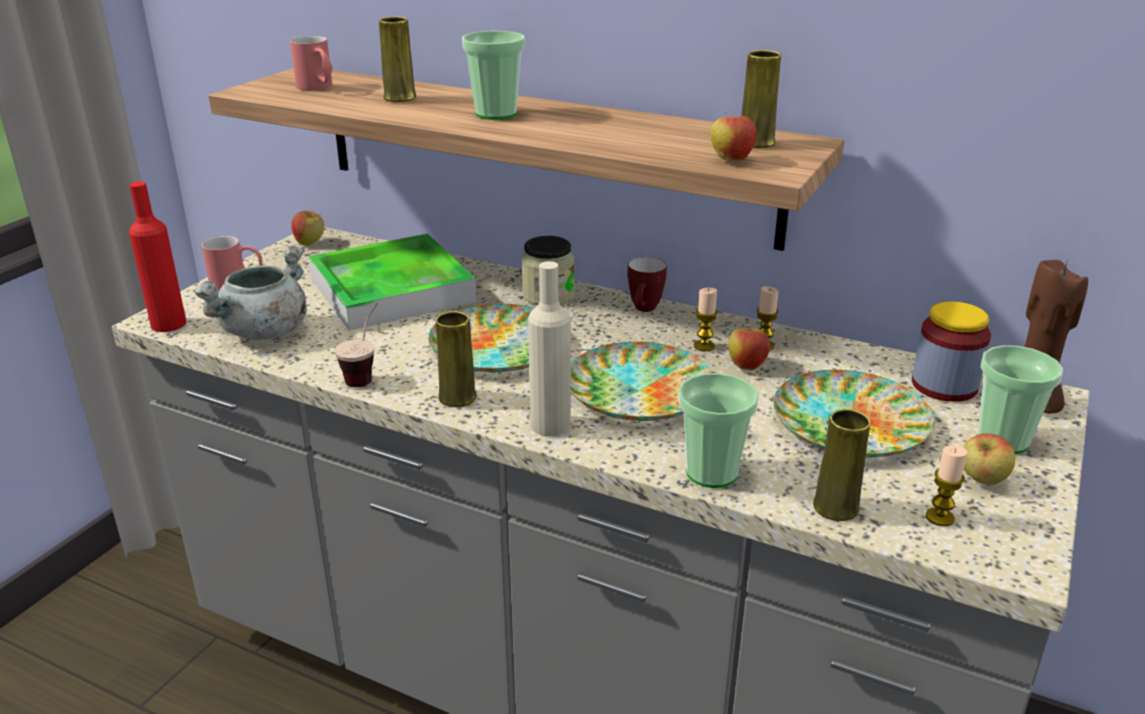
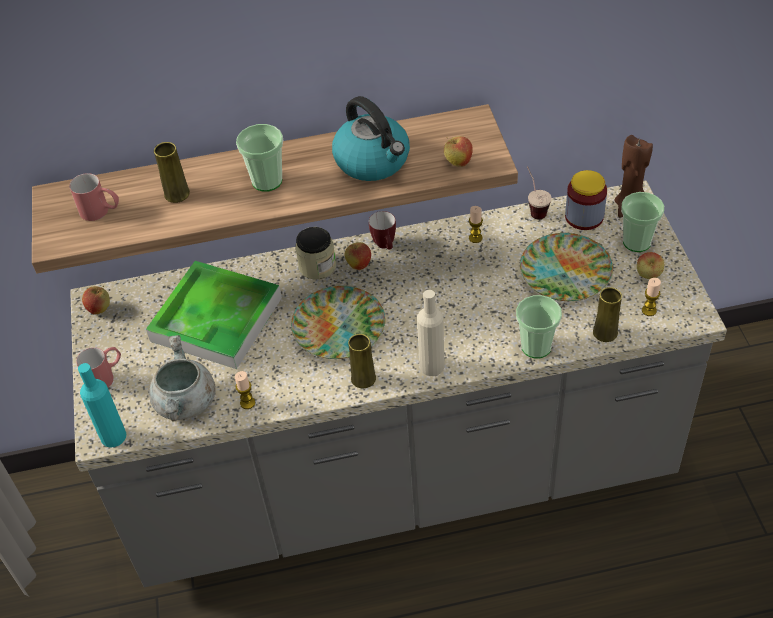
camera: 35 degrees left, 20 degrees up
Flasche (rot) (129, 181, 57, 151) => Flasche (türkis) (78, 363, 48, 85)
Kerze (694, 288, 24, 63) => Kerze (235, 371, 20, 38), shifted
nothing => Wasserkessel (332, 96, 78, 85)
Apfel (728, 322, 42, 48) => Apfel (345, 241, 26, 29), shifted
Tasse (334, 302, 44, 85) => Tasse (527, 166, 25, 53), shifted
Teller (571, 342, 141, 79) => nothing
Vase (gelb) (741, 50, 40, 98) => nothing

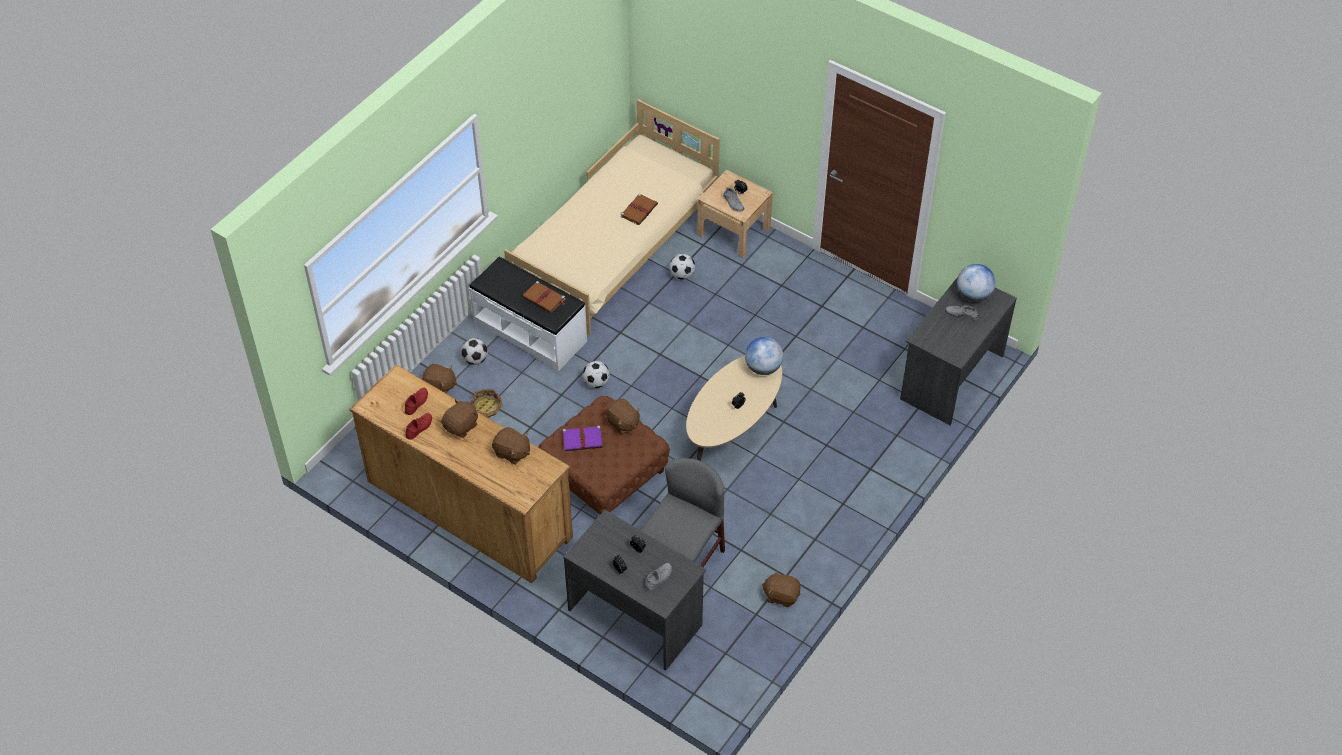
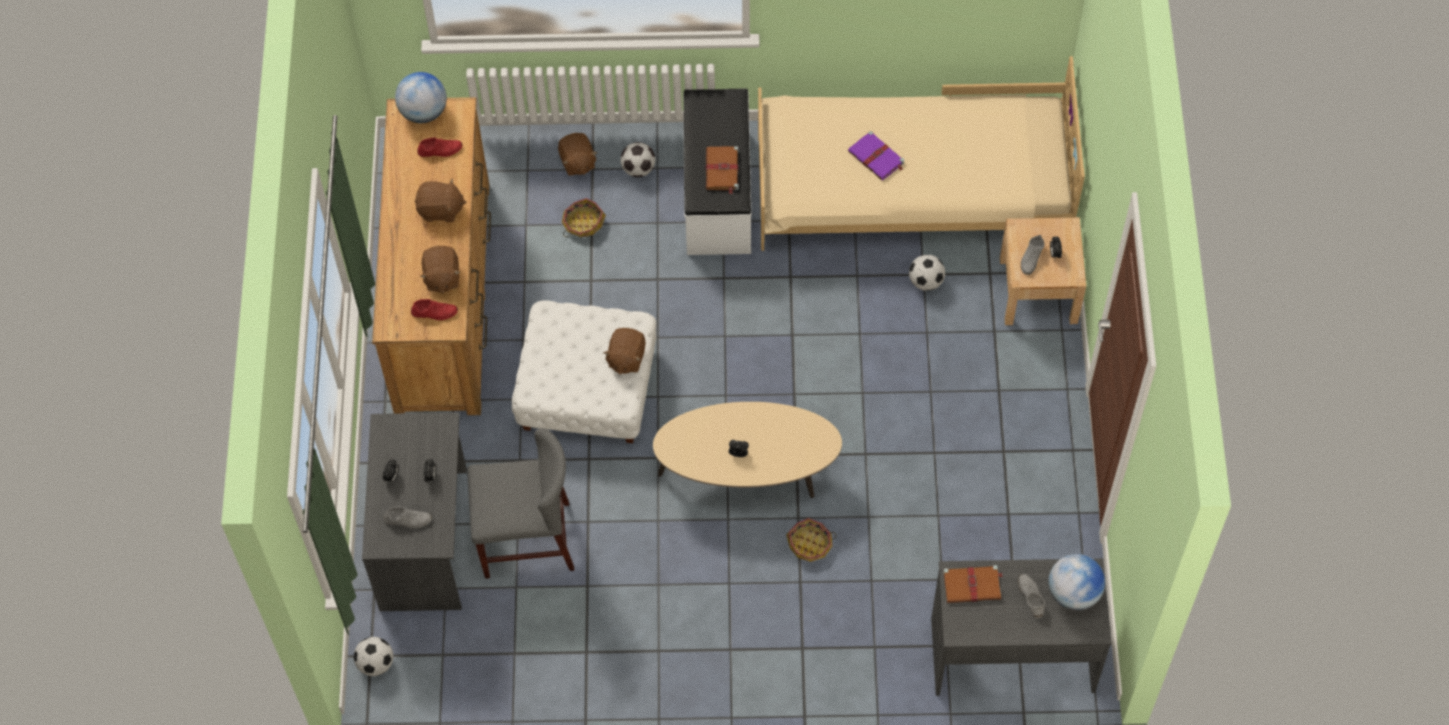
camera: 55 degrees right, 10 degrees up
Fußball (583, 361, 27, 27) => Fußball (354, 637, 39, 39), shifted
Globus (745, 337, 38, 38) => Globus (395, 72, 52, 51), shifted
Schuh (rot) (406, 413, 26, 27) => Schuh (rot) (411, 299, 47, 21), shifted
Polsterhocker (braun) (538, 396, 132, 118) => Polsterhocker (weiß) (512, 300, 145, 143)
nothing => Korb (786, 518, 51, 44)
Buch (lila) (563, 426, 41, 25) => Buch (lila) (848, 131, 56, 49), shifted
Buch (braun) (620, 193, 38, 32) => Buch (braun) (943, 565, 60, 38), shifted
Plüschtier (braun) (762, 570, 39, 37) => nothing

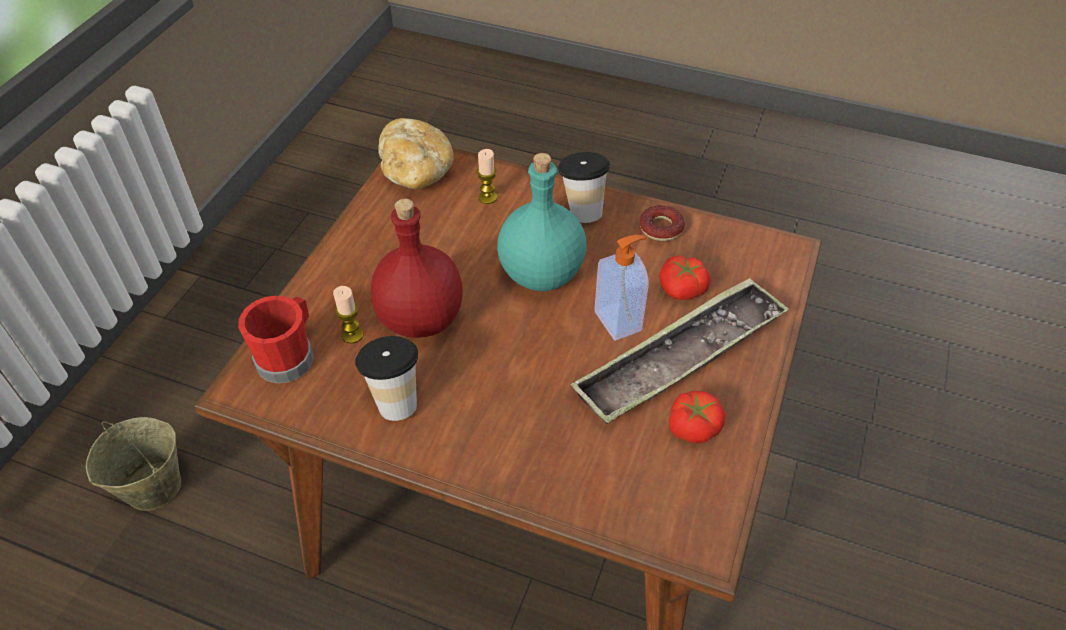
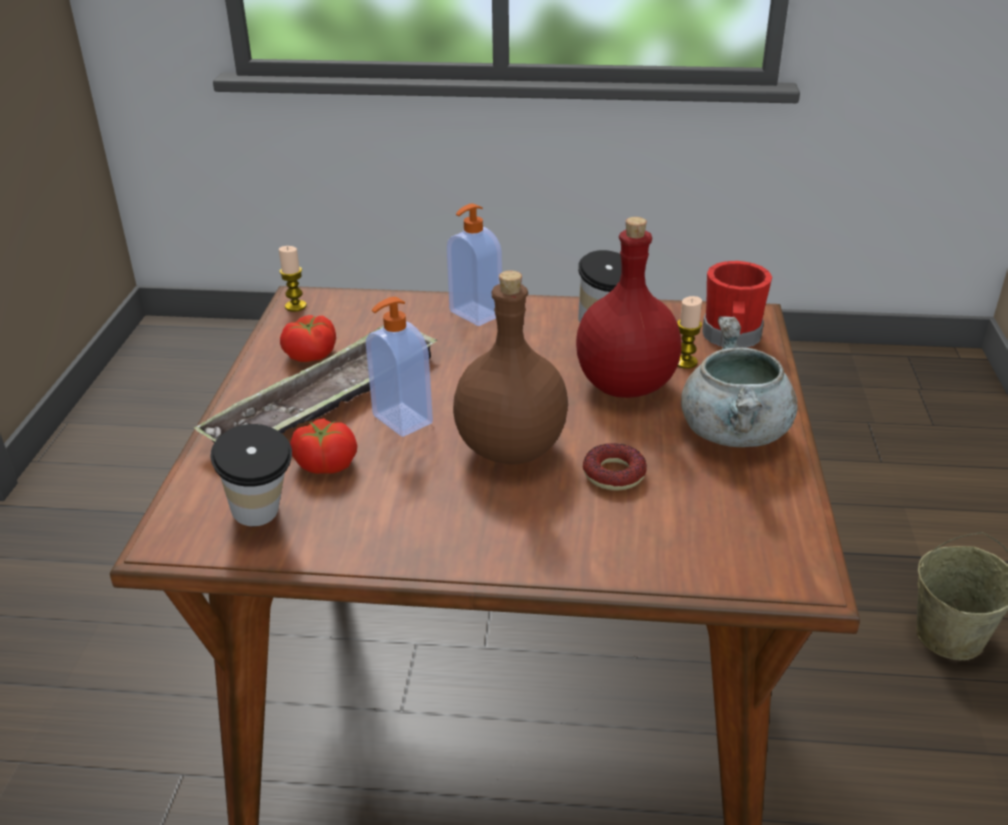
camera: 165 degrees right, 15 degrees down
Tasse (558, 152, 52, 71) => Tasse (210, 424, 82, 102), shifted
Kerze (477, 149, 20, 55) => Kerze (279, 246, 28, 66), shifted
nothing => Seifenspender (447, 204, 55, 122)
Flasche (türkis) (497, 153, 90, 138) => Flasche (braun) (453, 270, 115, 194)
Donut (640, 205, 45, 36) => Donut (583, 443, 64, 48), shifted
nothing => Kochtopf (grau) (681, 316, 116, 131)
Brot (378, 118, 76, 71) => nothing

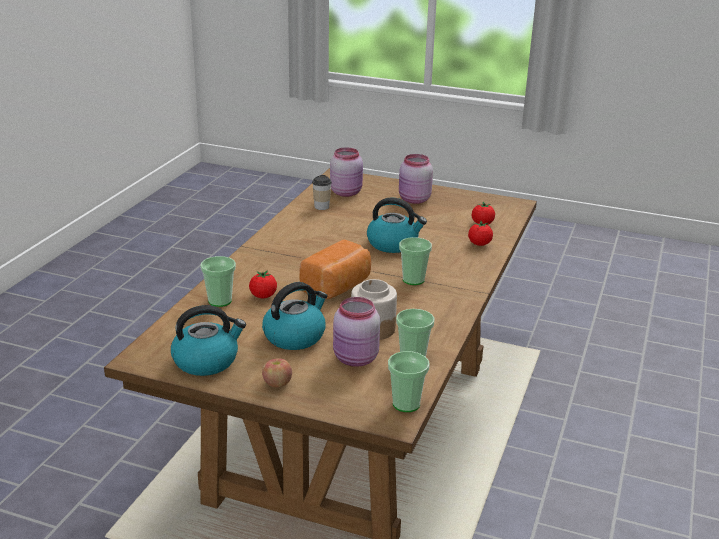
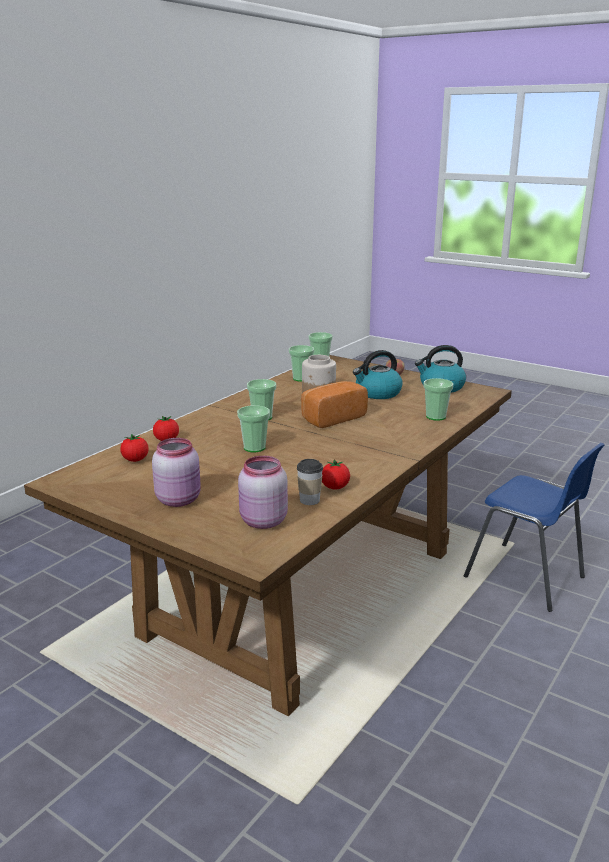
camera: 165 degrees left, 5 degrees down
Wasserkessel (367, 198, 60, 55) => Tasse (237, 405, 33, 47)
Tomate (249, 270, 28, 28) => Tomate (322, 459, 28, 30), shifted
nothing => Stuhl (blau) (464, 443, 141, 169)
Vorratsglas (rosa) (333, 297, 47, 70) => nothing

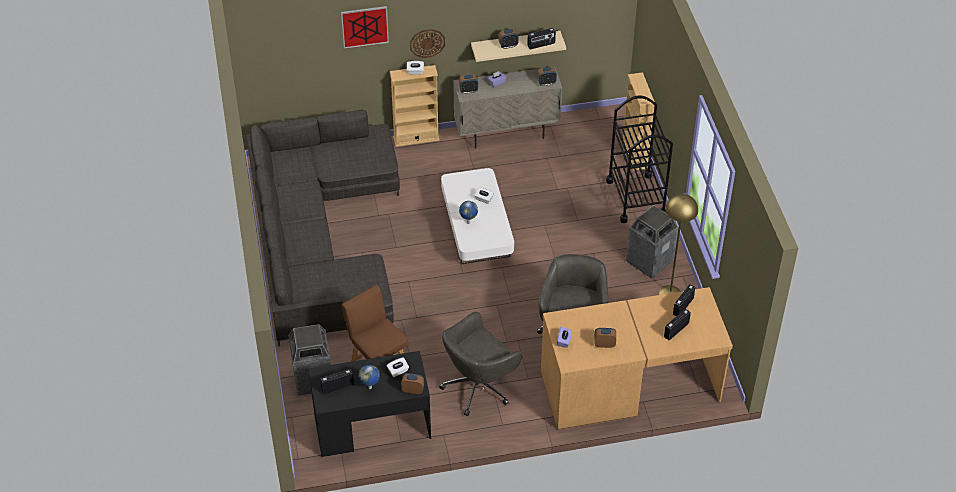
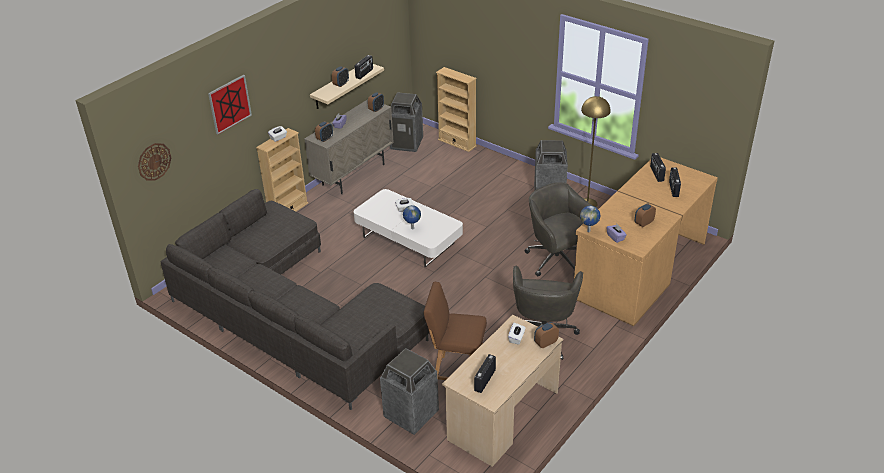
camera: 40 degrees left, 10 degrees down
Wanduhr (410, 29, 35, 29) => Wanduhr (138, 143, 33, 38), shifted
nothing => Mülleimer (390, 92, 33, 60)
Schreibtisch (schwarz) (308, 351, 123, 106) => Schreibtisch (beige) (442, 315, 121, 152)
Globus (358, 365, 22, 24) => Globus (580, 206, 20, 26), shifted
Rollwagen (schwarz) (606, 96, 67, 127) => nothing

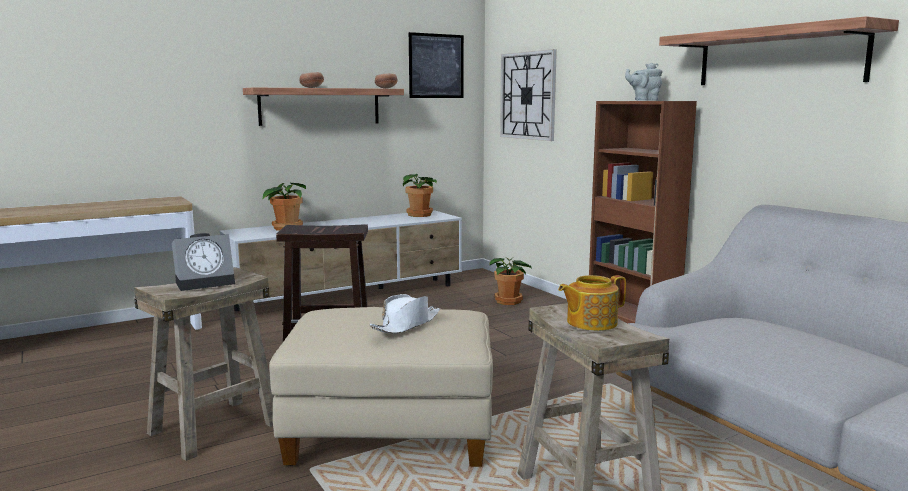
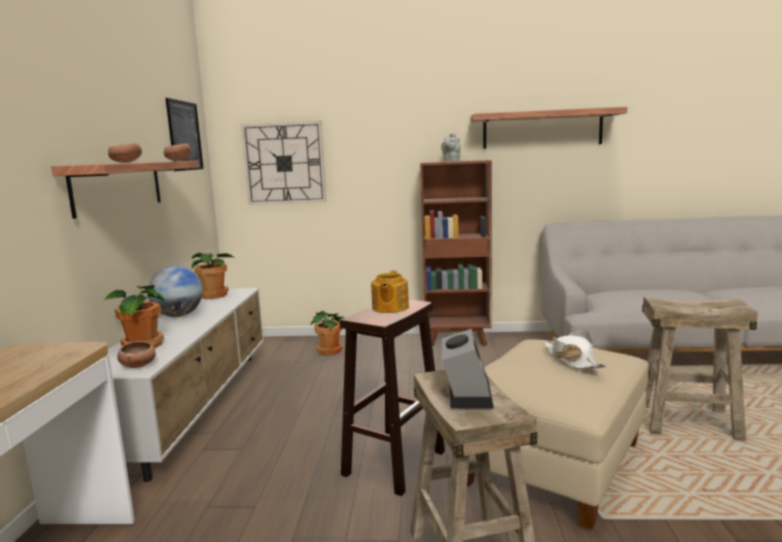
camera: 55 degrees left, 0 degrees up
nothing => Schüssel (118, 341, 38, 27)
nothing => Globus (149, 266, 54, 51)
Teekanne (558, 275, 68, 56) => Teekanne (371, 270, 38, 43), shifted

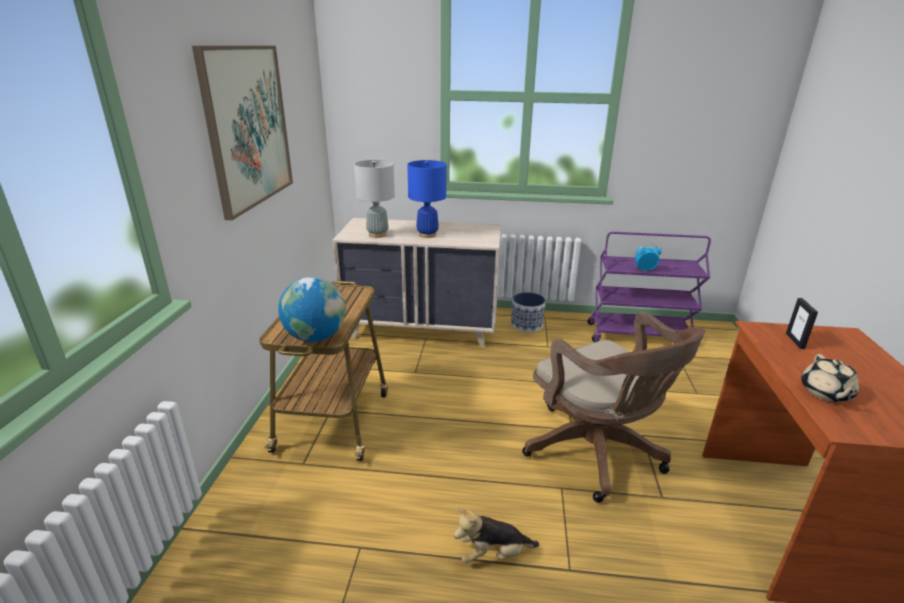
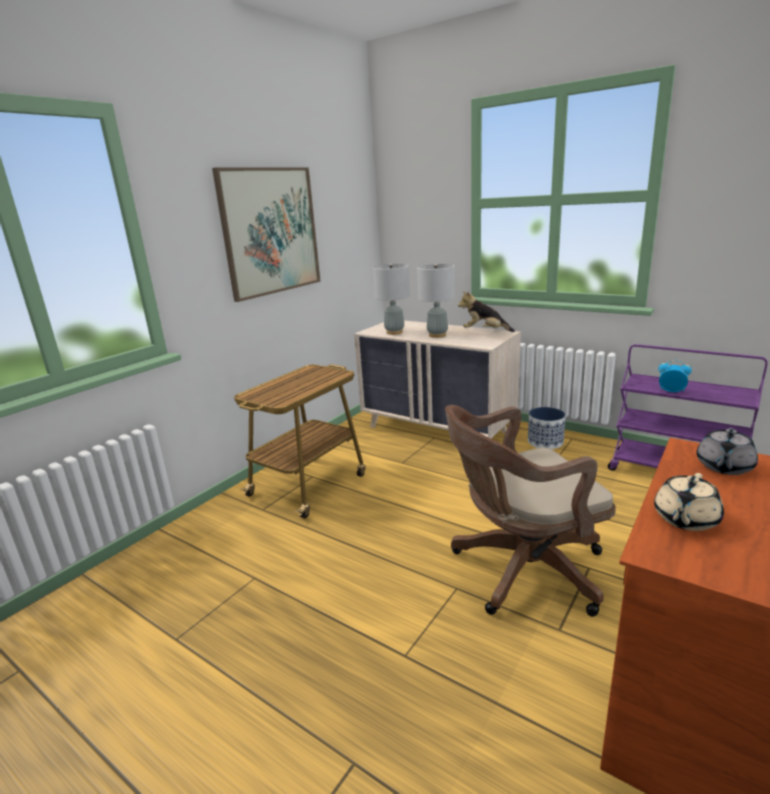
camera: 30 degrees right, 5 degrees down
Tischlampe (blau) (407, 160, 39, 78) => Tischlampe (grau) (417, 263, 38, 75)
Bürostuhl (braun) (522, 311, 183, 192) => Bürostuhl (braun) (445, 405, 171, 212), 75 degrees clockwise
Plüschtier (454, 508, 85, 55) => Plüschtier (458, 291, 57, 41), shifted
Bilderrahmen (786, 298, 32, 51) => Teekanne (grau) (696, 428, 62, 47)
Globus (278, 277, 68, 65) => nothing

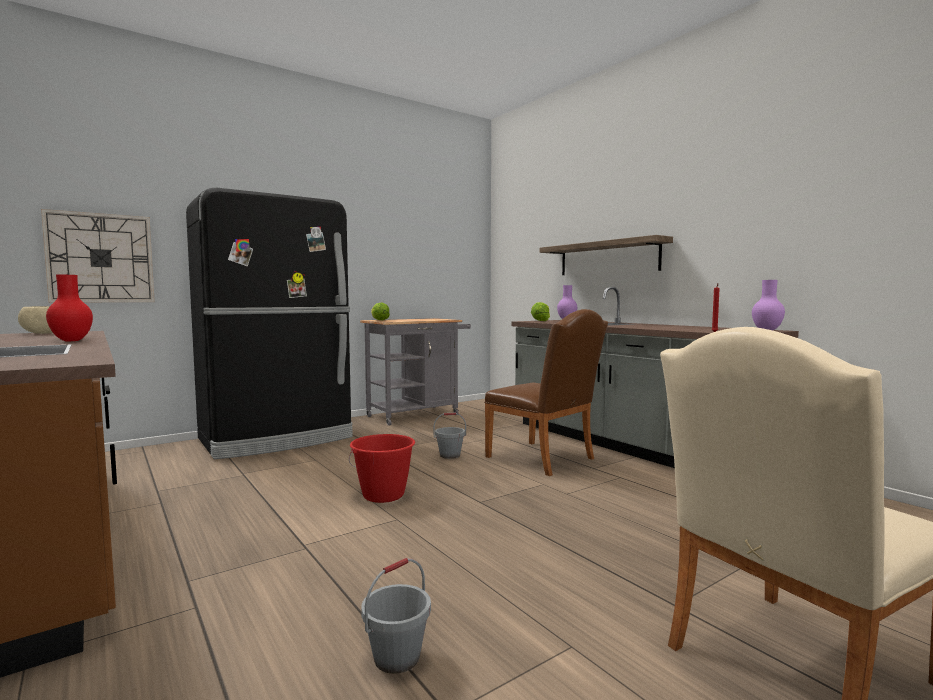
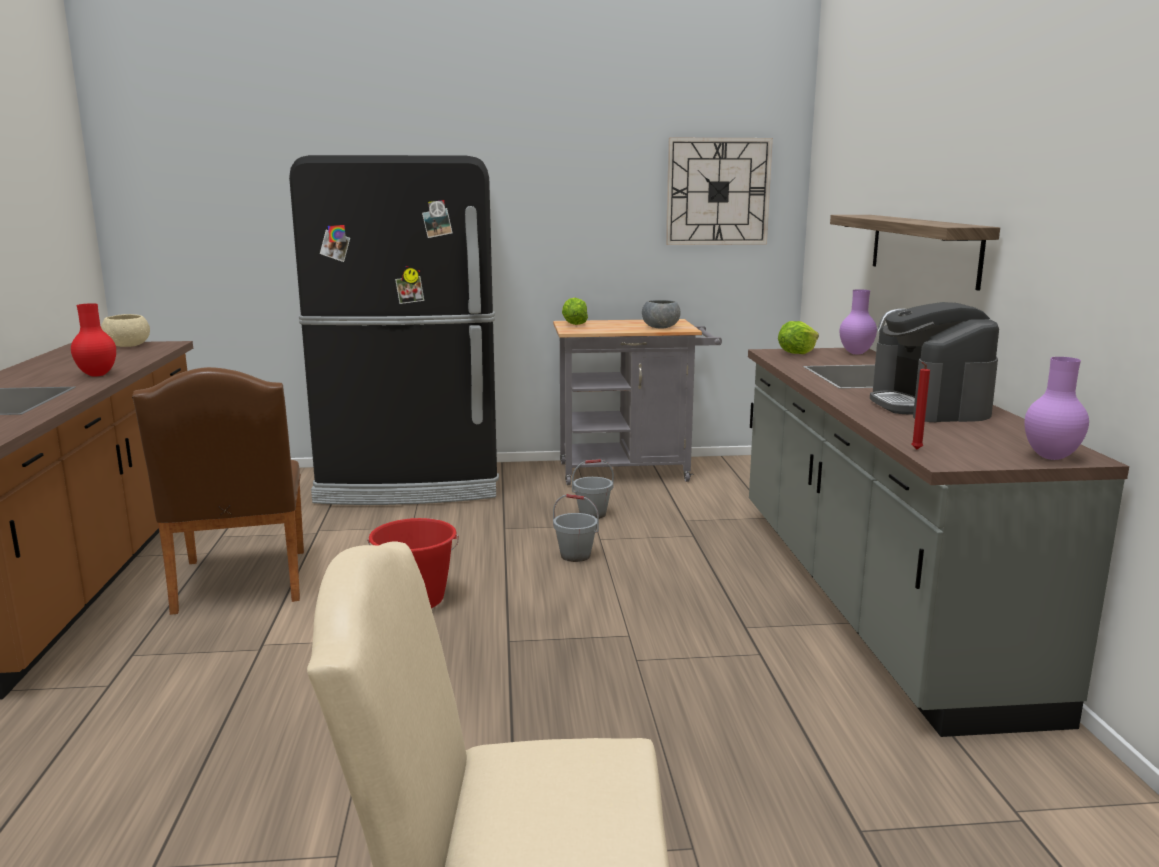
camera: 30 degrees right, 10 degrees up
Stuhl (braun) (484, 309, 124, 167) => Stuhl (braun) (132, 367, 172, 248), shifted
Eimer (grau) (361, 558, 70, 116) => Eimer (grau) (572, 459, 42, 60), shifted
nothing => Schüssel (grau) (642, 300, 39, 28)
Wanduhr (41, 209, 114, 94) => Wanduhr (666, 138, 107, 107), shifted
nothing => Kaffeemaschine (870, 302, 129, 120)

